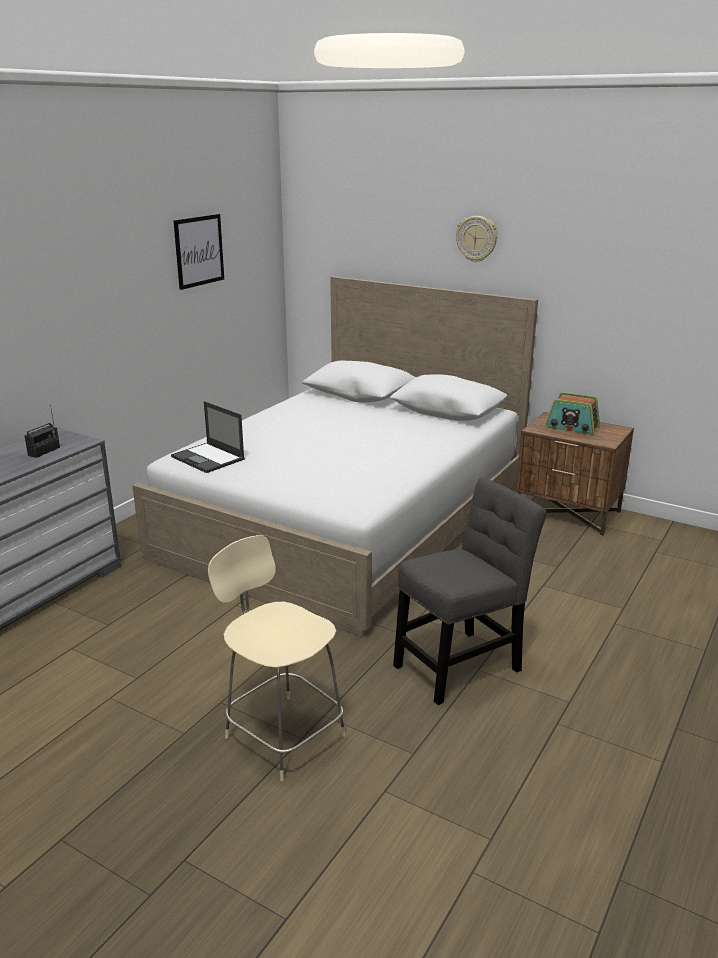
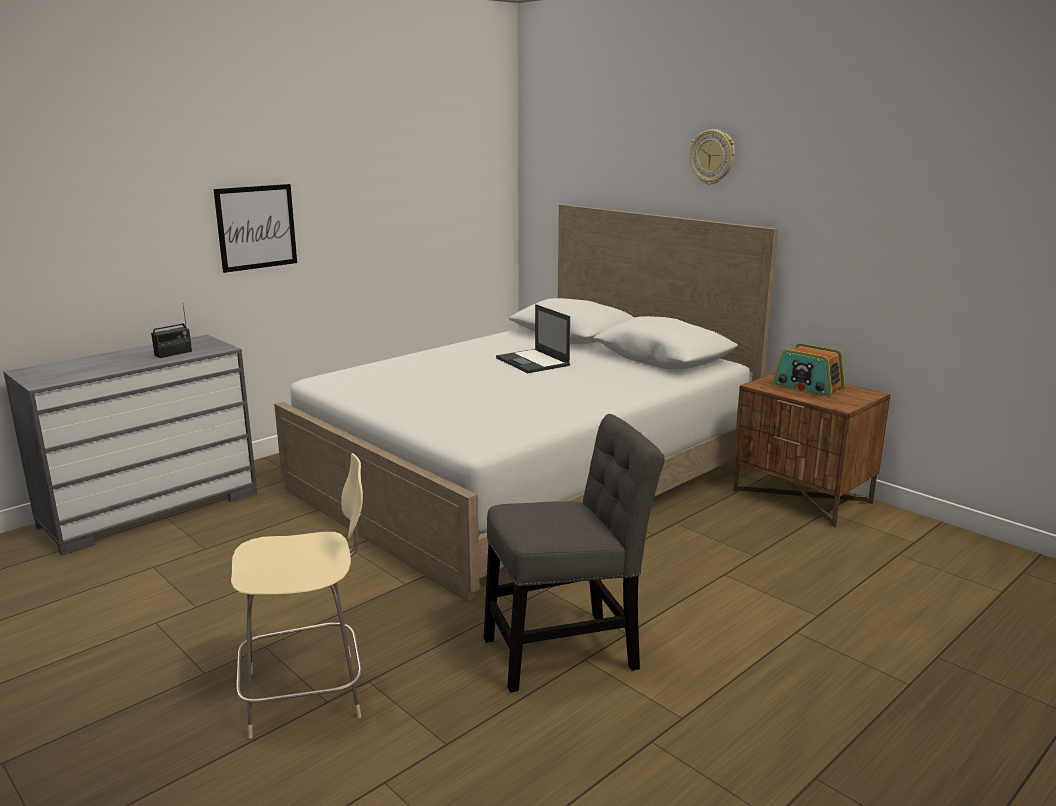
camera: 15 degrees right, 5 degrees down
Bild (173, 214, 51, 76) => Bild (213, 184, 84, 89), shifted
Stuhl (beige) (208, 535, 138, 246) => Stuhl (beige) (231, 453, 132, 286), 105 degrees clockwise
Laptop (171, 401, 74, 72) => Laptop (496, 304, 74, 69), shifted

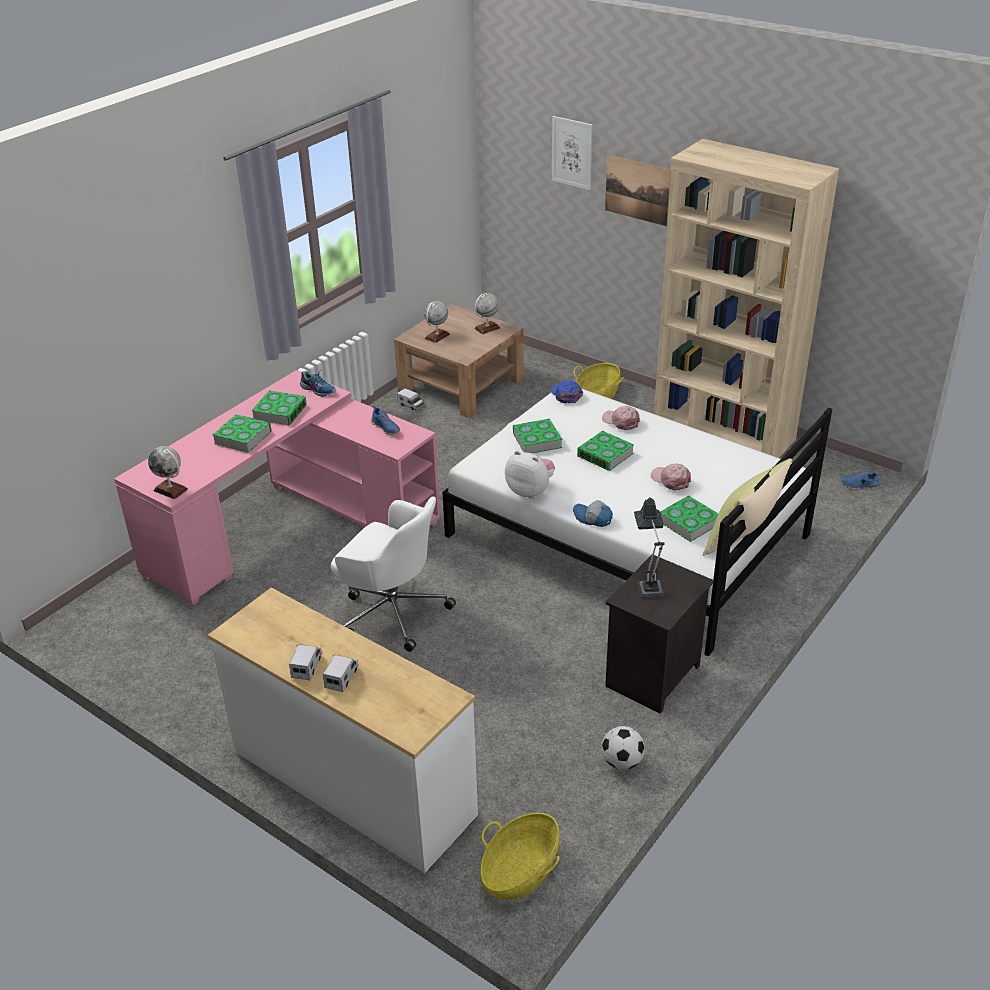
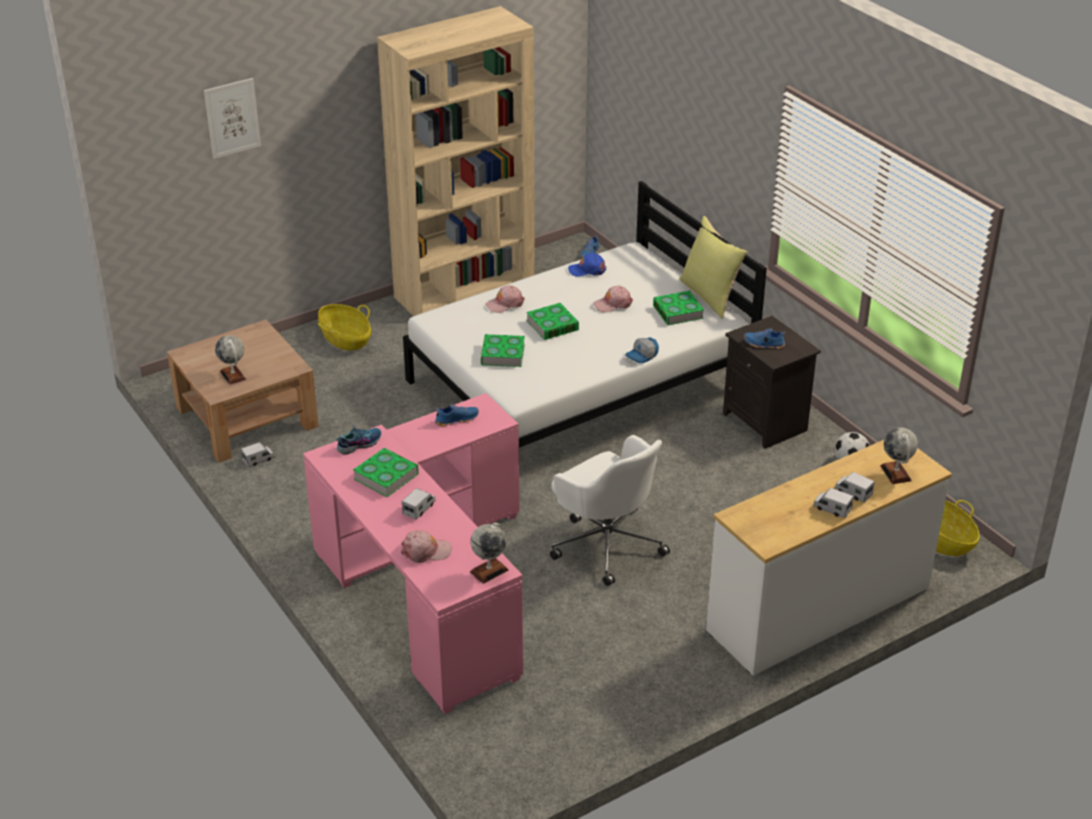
camera: 70 degrees left, 0 degrees up
nothing => Kappe (rosa) (401, 530, 51, 33)
Buch (212, 414, 59, 39) => Spielzeuglaster (402, 488, 34, 32)
Bürostuhl (weiß) (331, 497, 125, 155) => Bürostuhl (weiß) (550, 435, 120, 151), 90 degrees clockwise
Kappe (blau) (551, 380, 32, 23) => Kappe (blau) (568, 253, 38, 24), shifted
Tischlampe (634, 497, 31, 101) => Schuh (blau) (744, 328, 41, 21)
Globus (474, 293, 26, 41) => Globus (880, 428, 38, 56), shifted
Plüschtier (505, 451, 50, 48) => nothing
Bild (605, 155, 66, 71) => nothing

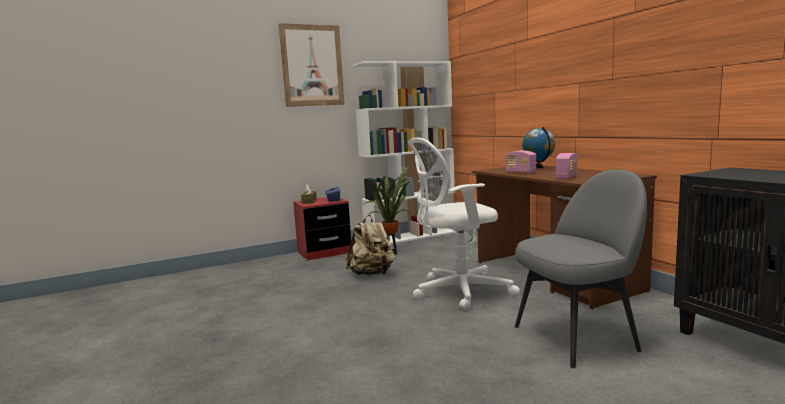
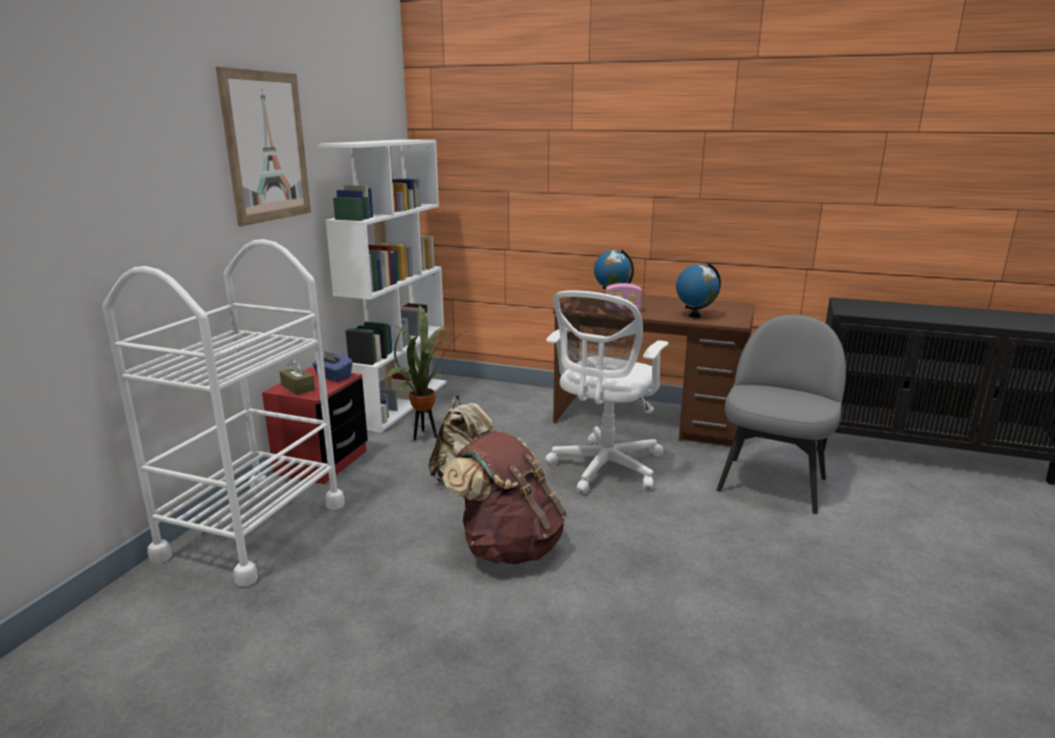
camera: 45 degrees left, 10 degrees up
nothing => Rollwagen (weiß) (102, 239, 243, 348)
nothing => Rucksack (braun) (443, 431, 124, 133)
Radio (555, 153, 23, 26) => Globus (676, 263, 45, 55)

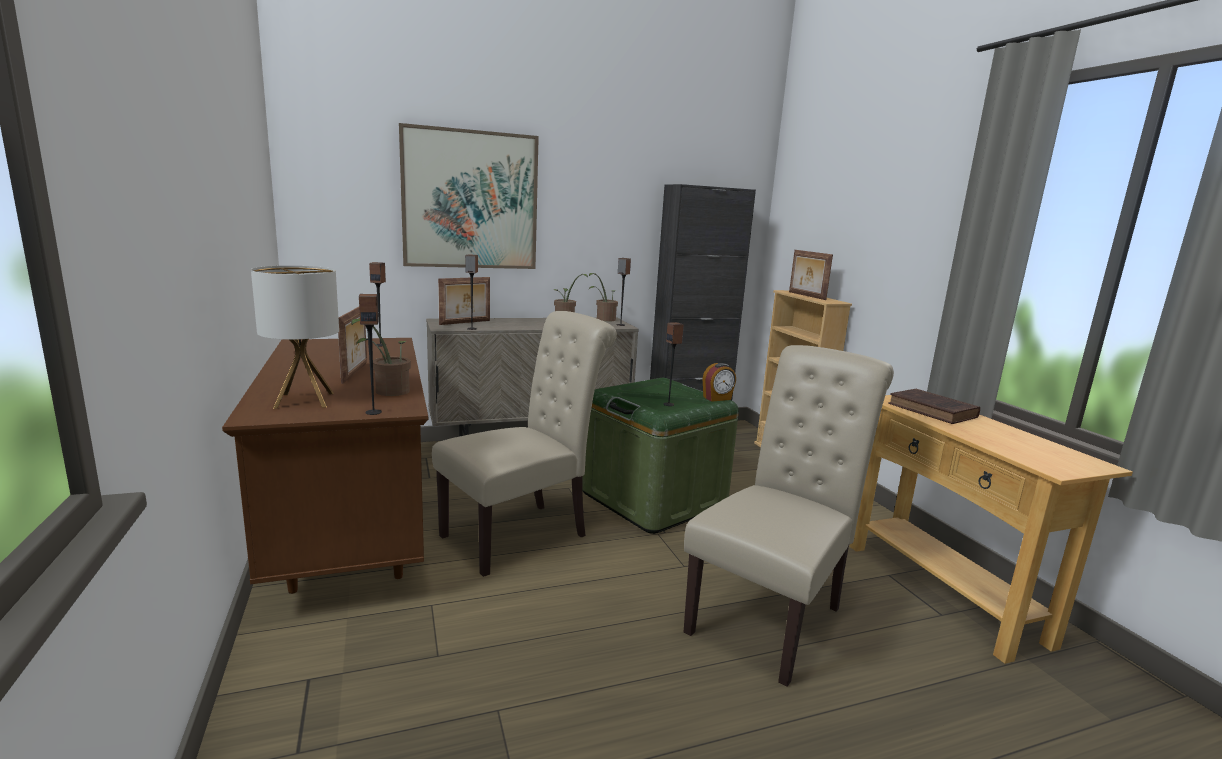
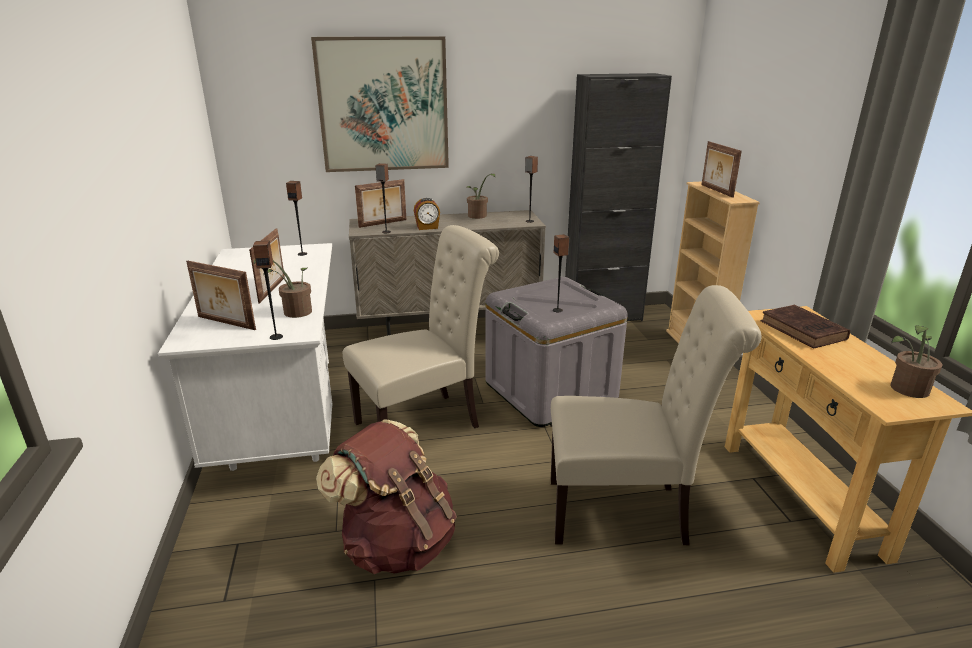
camera: 10 degrees right, 10 degrees up
Schreibtisch (braun) (222, 338, 207, 256) => Schreibtisch (weiß) (158, 243, 175, 228)
Tischlampe (251, 266, 88, 143) => Bilderrahmen (186, 261, 70, 69)
nothing => Rucksack (braun) (316, 419, 141, 155)
Wecker (702, 363, 34, 39) => Wecker (414, 198, 26, 32), shifted
Aufbewahrungsbox (grün) (582, 378, 157, 156) => Aufbewahrungsbox (grau) (485, 277, 143, 150)
Stuhl (beige) (684, 345, 210, 342) => Stuhl (beige) (551, 285, 211, 261), 45 degrees clockwise
Topfpflanze (589, 273, 29, 49) => Topfpflanze (890, 325, 52, 73), shifted

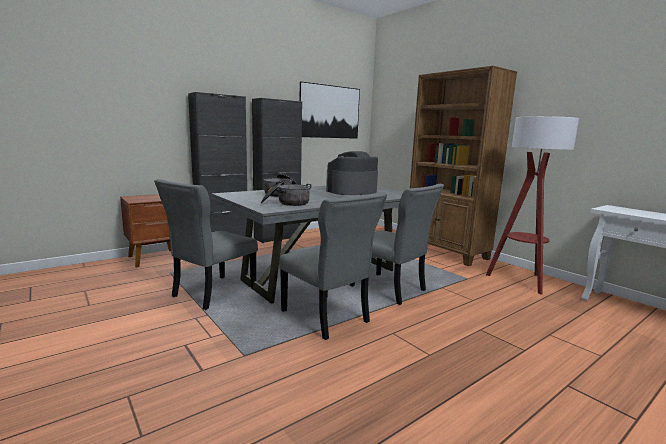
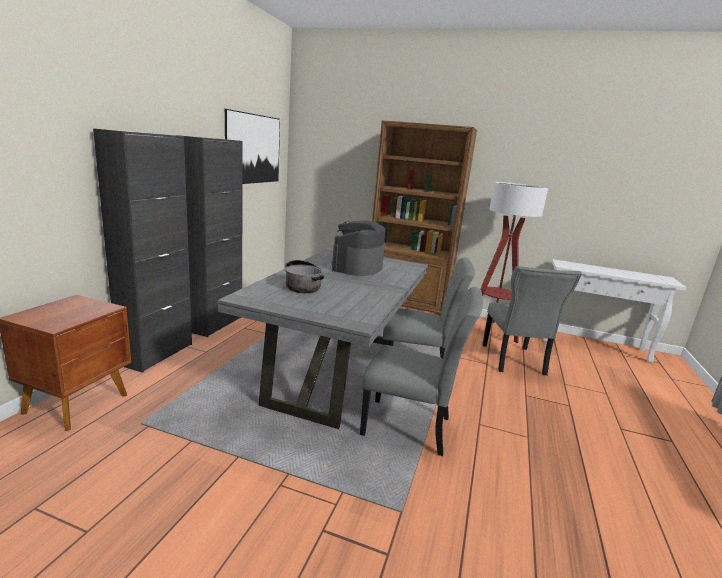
camera: 35 degrees left, 5 degrees up
Stuhl (grau) (154, 179, 104, 131) => Stuhl (grau) (482, 266, 100, 110), shifted
Kochtopf (261, 181, 50, 25) => nothing

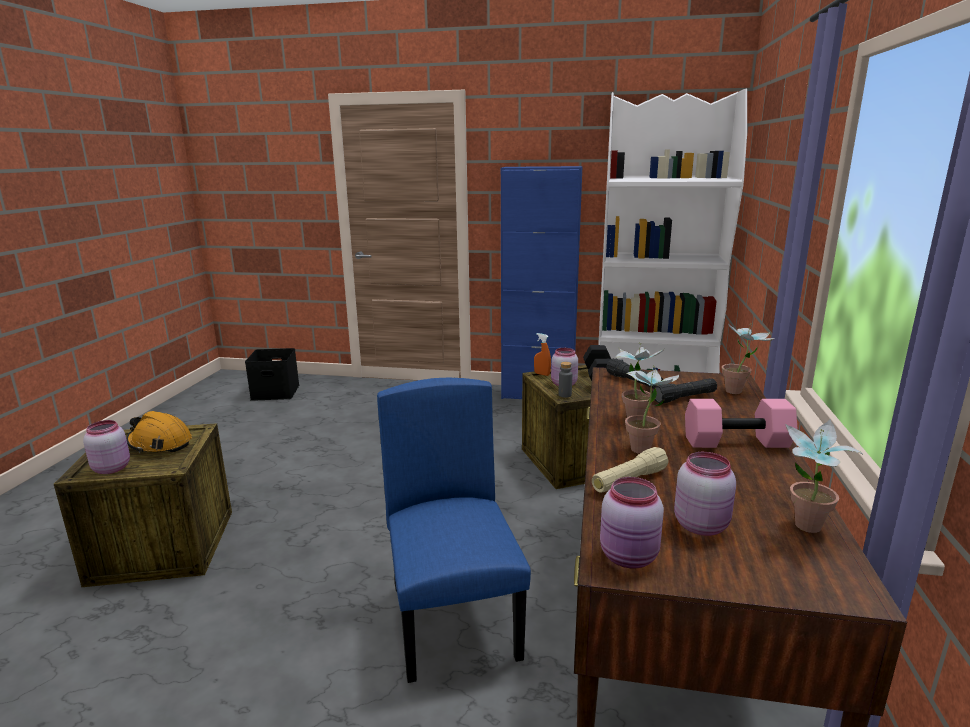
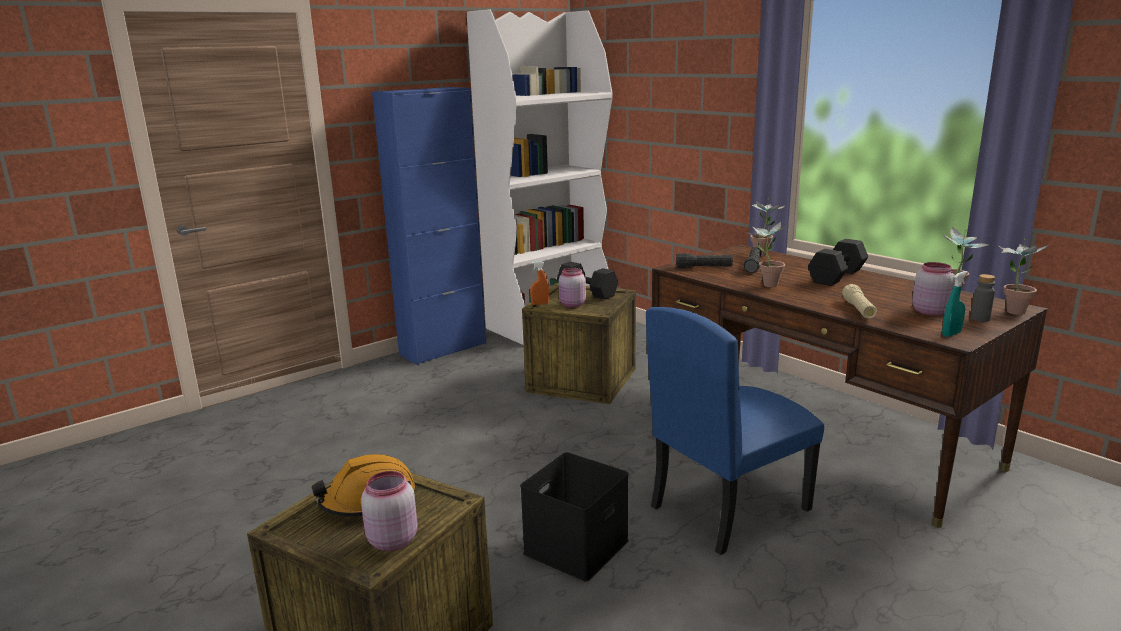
camera: 50 degrees left, 0 degrees up
Aufbewahrungsbox (schwarz) (245, 348, 54, 53) => Aufbewahrungsbox (schwarz) (520, 452, 109, 130), shifted
Stuhl (blau) (377, 378, 154, 305) => Stuhl (blau) (646, 307, 178, 248), 60 degrees counterclockwise
Hantel (rosa) (685, 399, 112, 49) => Hantel (schwarz) (808, 239, 60, 47)
Vorratsglas (rosa) (600, 477, 64, 92) => Sprühflasche (türkis) (942, 271, 26, 66)
Flasche (grau) (558, 362, 14, 36) => Flasche (grau) (971, 274, 24, 48), shifted
Topfpflanze (625, 365, 54, 89) => Topfpflanze (999, 239, 51, 76), shifted

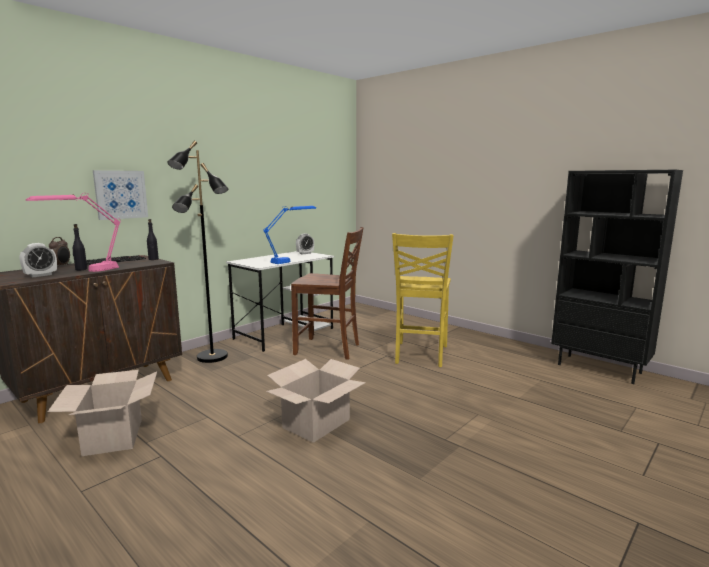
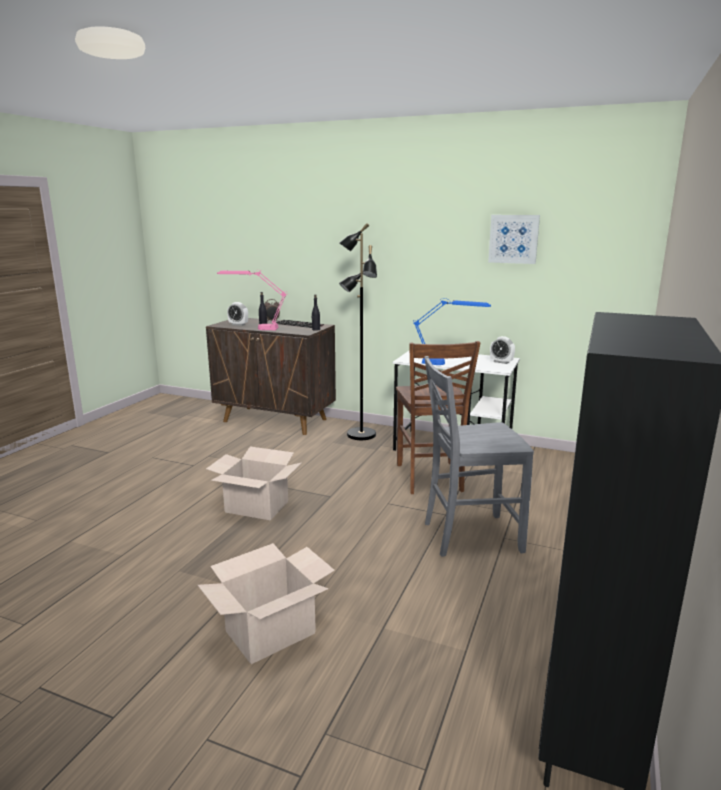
camera: 70 degrees right, 5 degrees up
Karton (48, 370, 109, 86) => Karton (198, 543, 137, 121), shifted
Stuhl (gelb) (392, 233, 62, 134) => Stuhl (grau) (424, 356, 110, 201)
Bild (93, 170, 55, 50) => Bild (488, 215, 52, 49), shifted

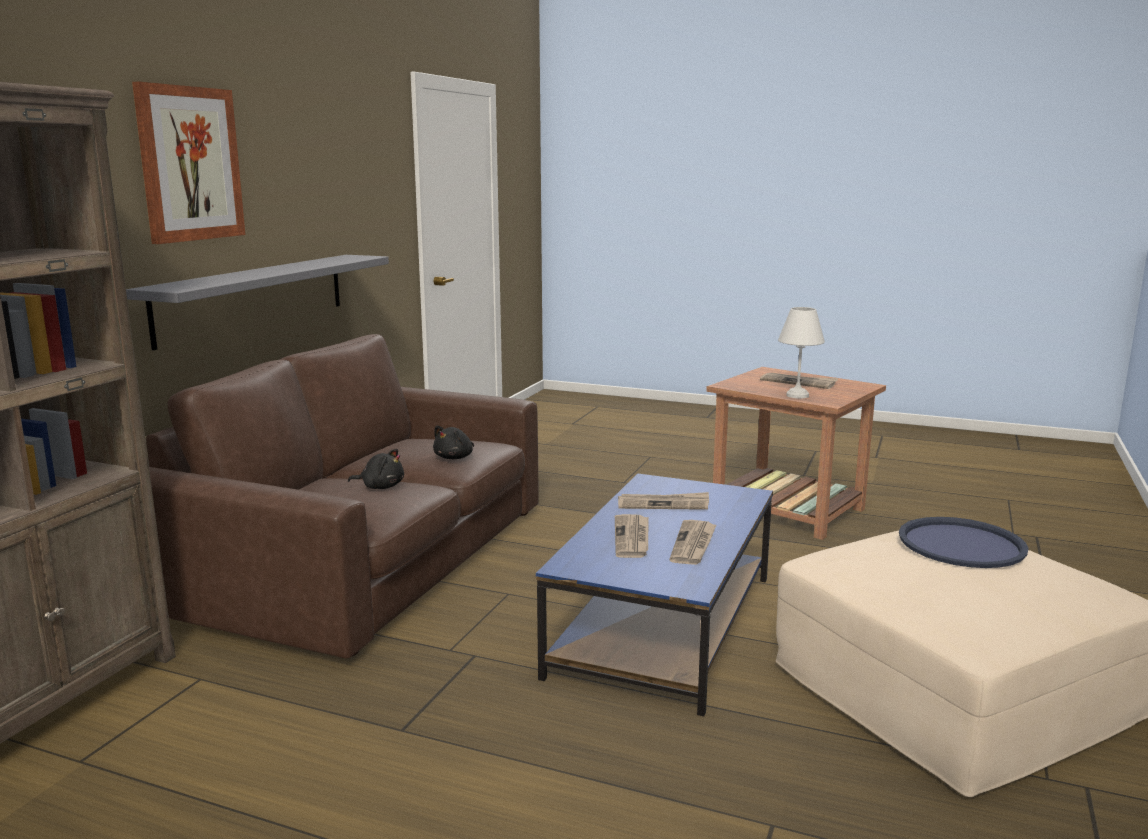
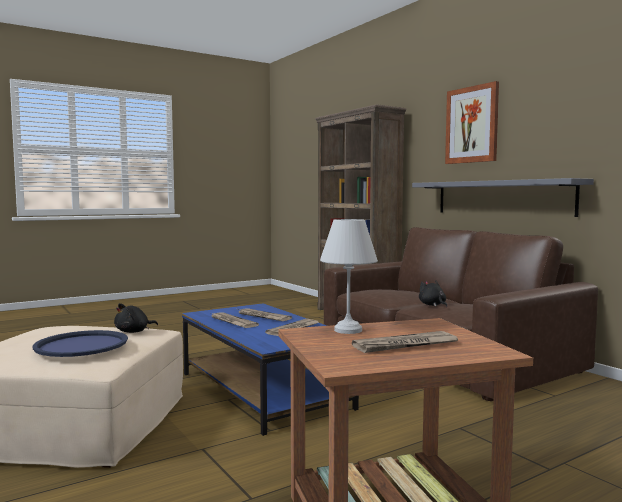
camera: 125 degrees right, 10 degrees down
Plüschtier (schwarz) (348, 449, 56, 40) => Plüschtier (schwarz) (114, 303, 44, 30), shifted

